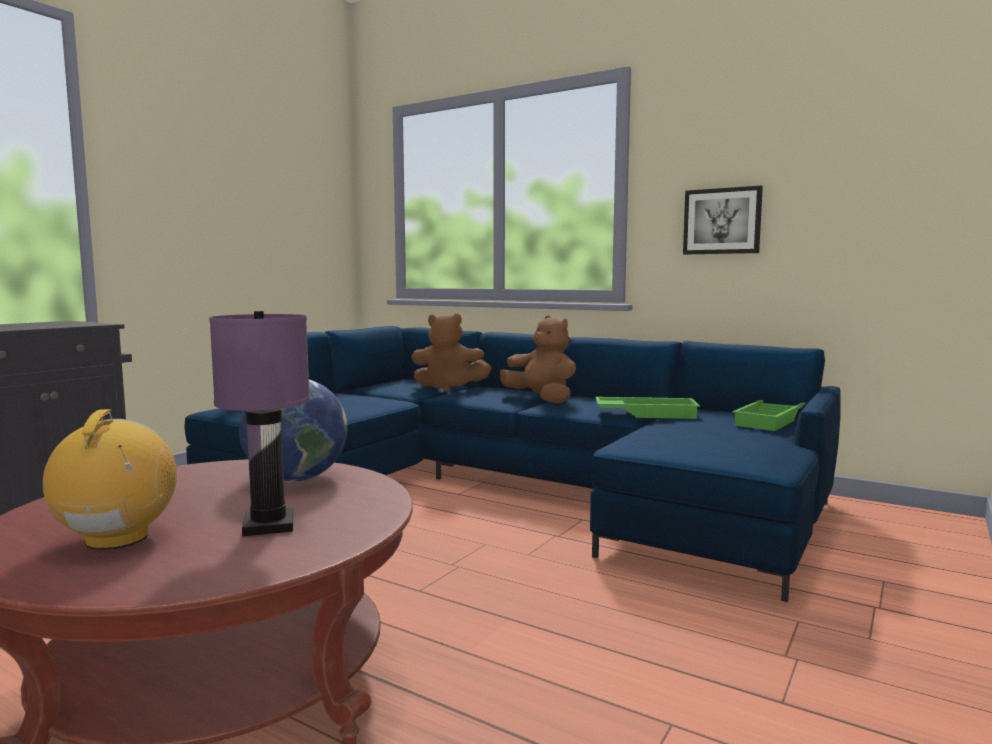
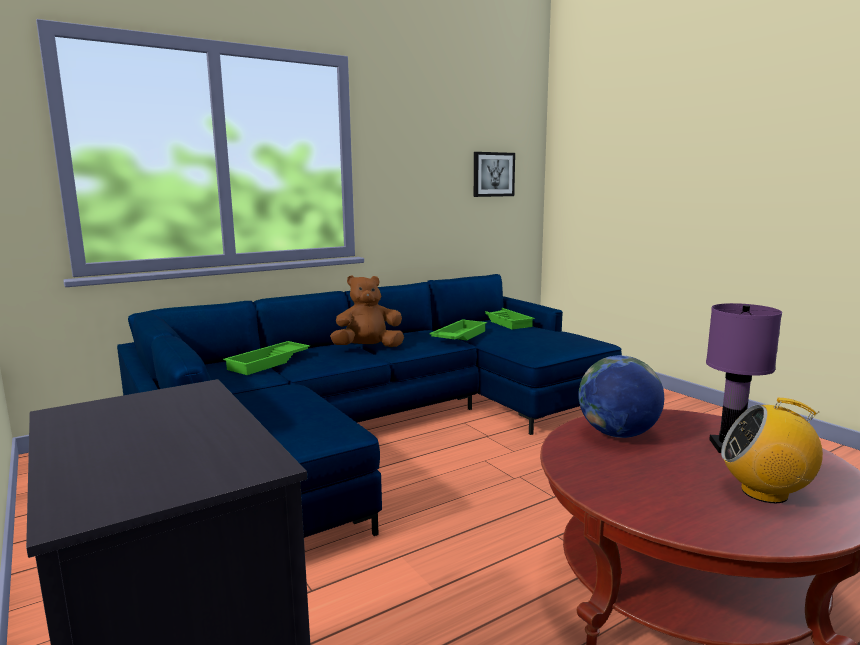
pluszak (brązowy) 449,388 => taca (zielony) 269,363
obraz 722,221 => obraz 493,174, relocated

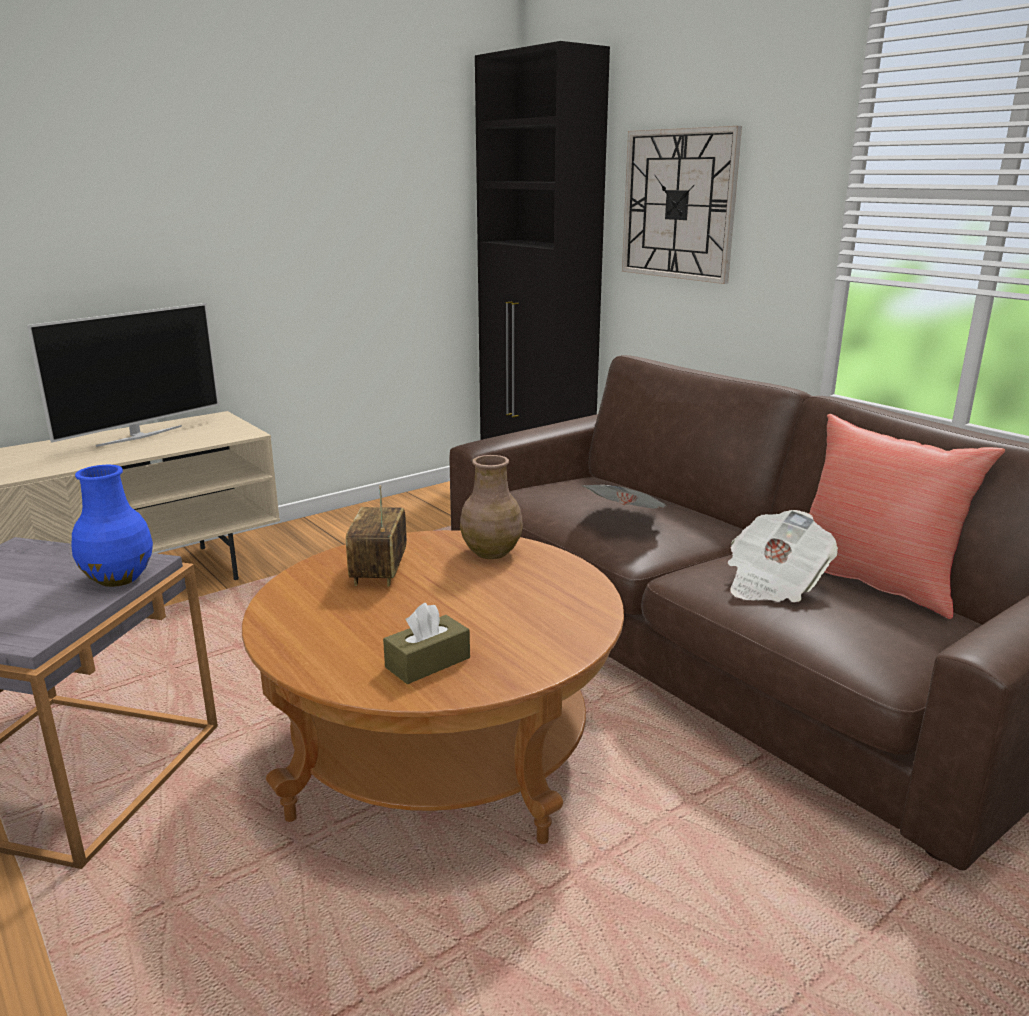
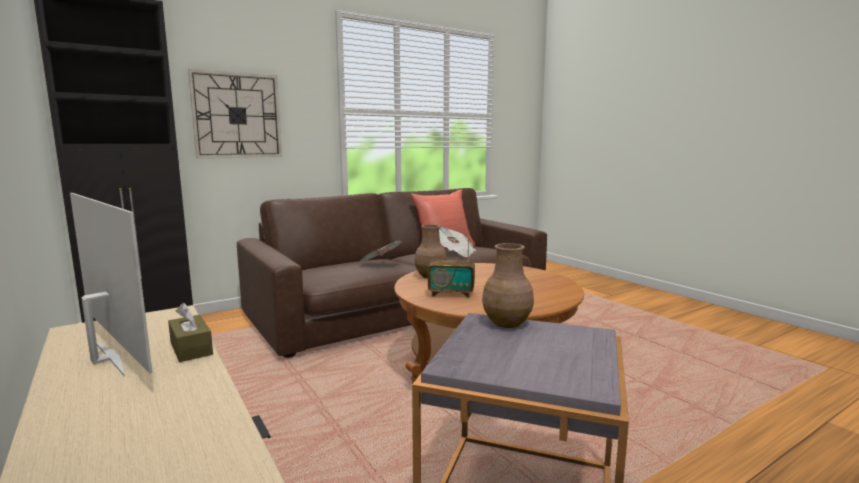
wazon (niebieski) 117,578 => wazon (brązowy) 507,323
pudełko chusteczek (brązowy) 428,662 => pudełko chusteczek (brązowy) 191,348, relocated

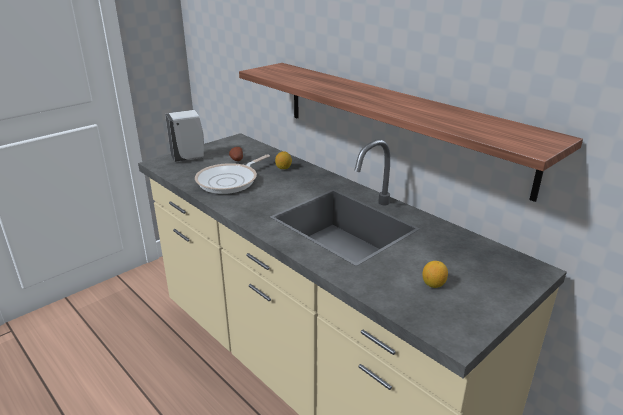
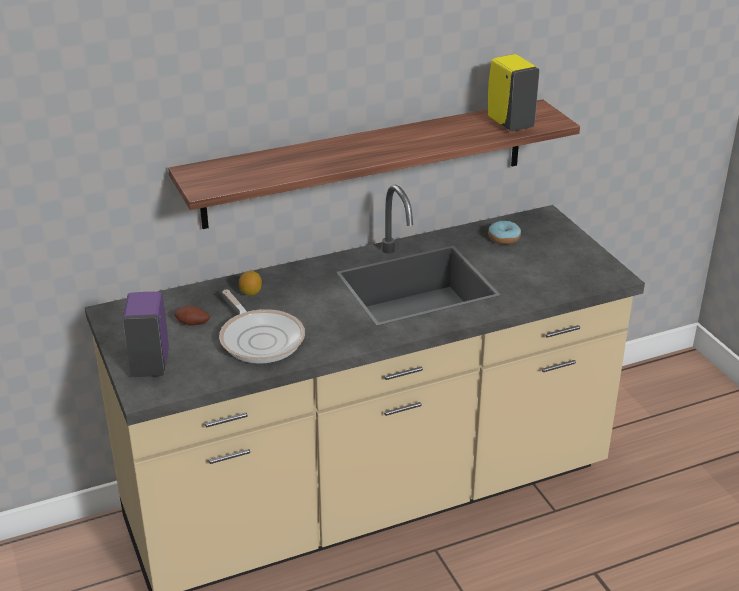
dozownik mydła (biały) 189,158 => dozownik mydła (fioletowy) 150,363
cytryna 433,284 => nothing
nothing => dozownik mydła (żółty) 509,123
nothing => donut 504,238

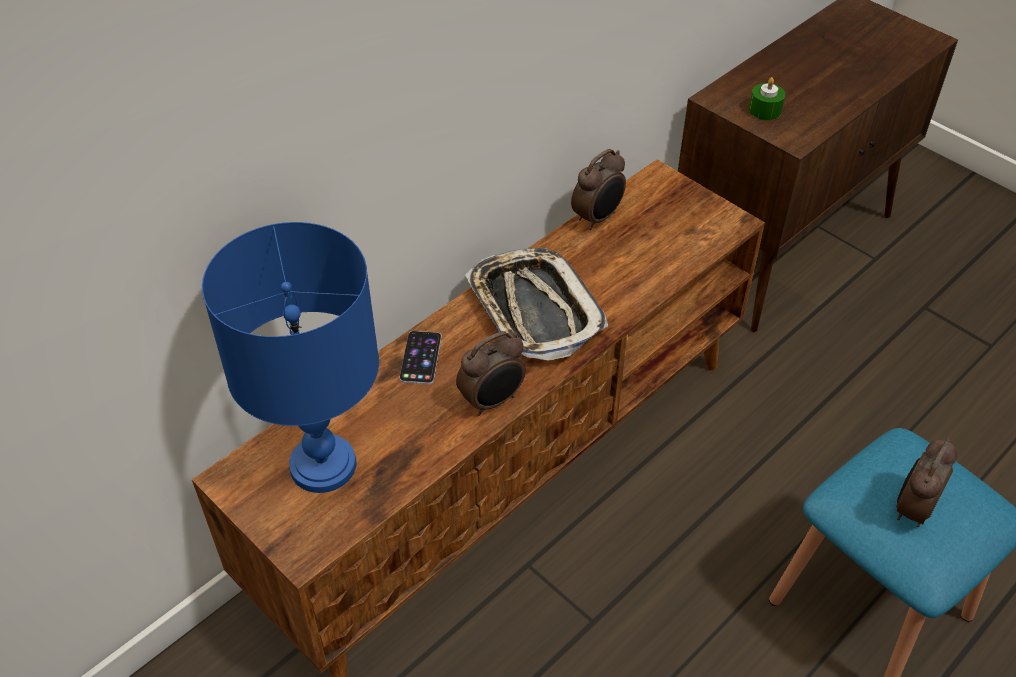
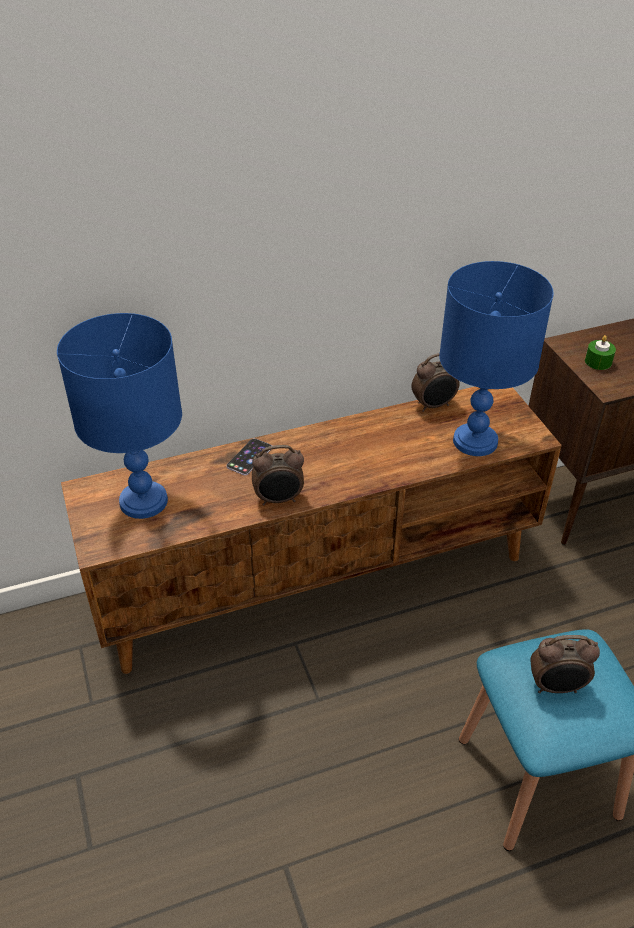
taca 534,309 => nothing
budzik 912,508 => budzik 556,687, 150 degrees counterclockwise
nothing => lampa stołowa (niebieski) 476,441

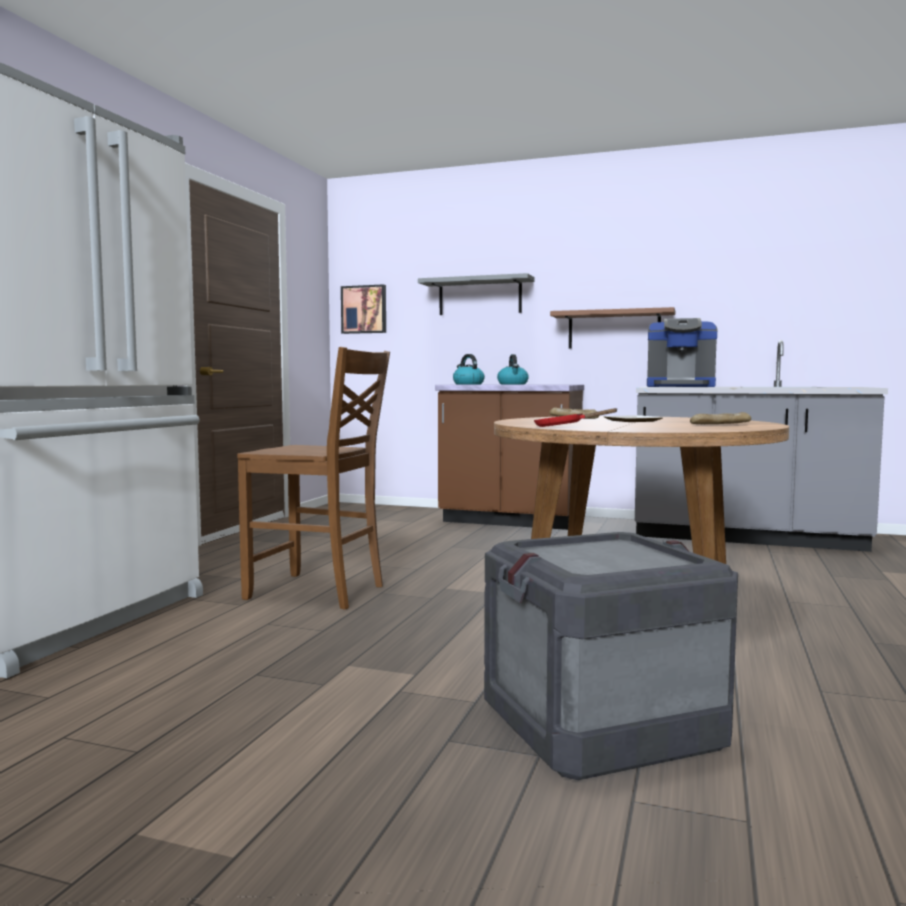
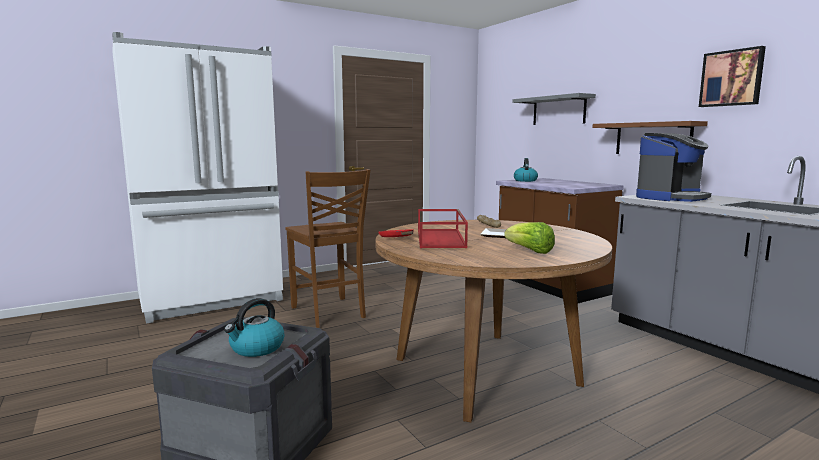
obraz 364,309 => obraz 732,78, relocated
czajnik 513,384 => czajnik 256,348, relocated
ekspres do kawy 680,386 => ekspres do kawy 671,197, 90 degrees counterclockwise
chleb 720,424 => sałata 530,251
nothing => taca (czerwony) 441,239

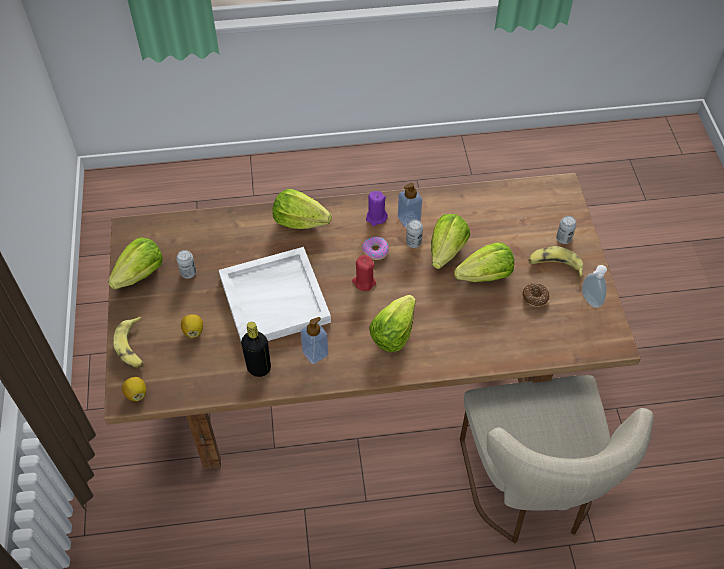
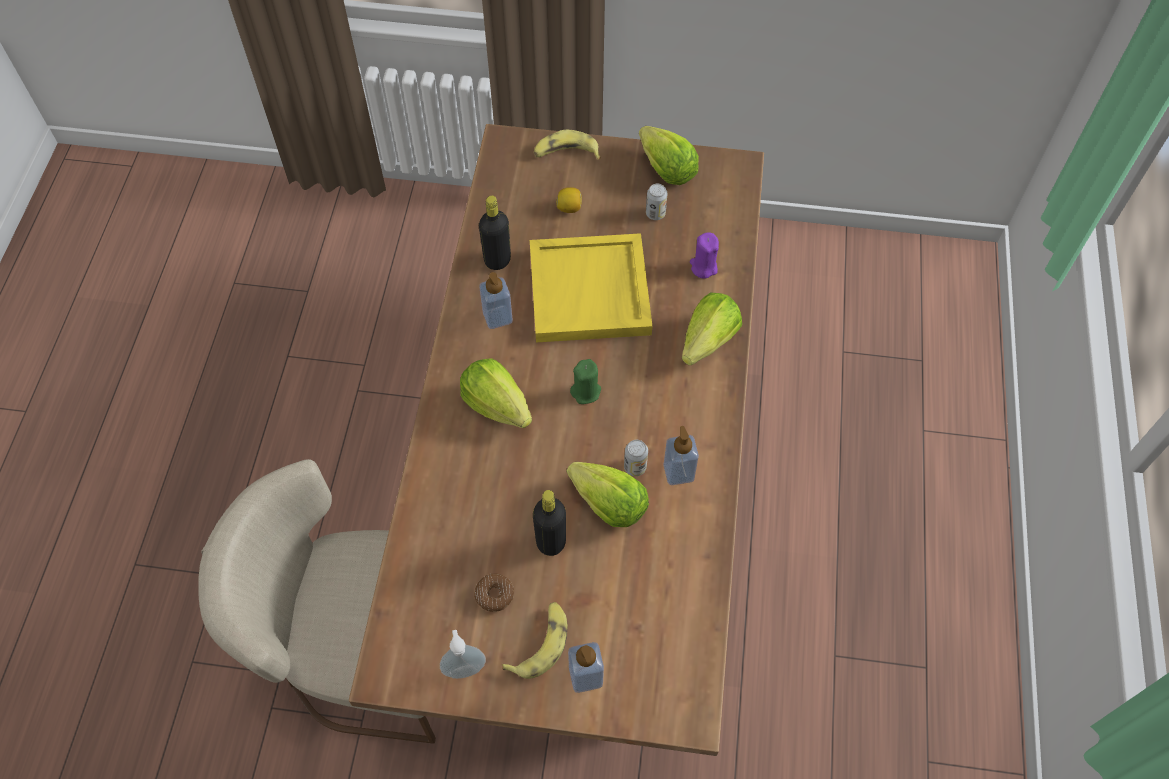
cytryna 136,394 => nothing
taca (biały) 275,298 => taca (żółty) 590,292
świeca (czerwony) 364,282 => świeca (zielony) 586,391
donut 375,251 => nothing
świeca (fioletowy) 376,217 => świeca (fioletowy) 703,267, relocated
sałata 485,276 => butelka (czarny) 551,541
puszka 563,239 => dozownik mydła 585,676

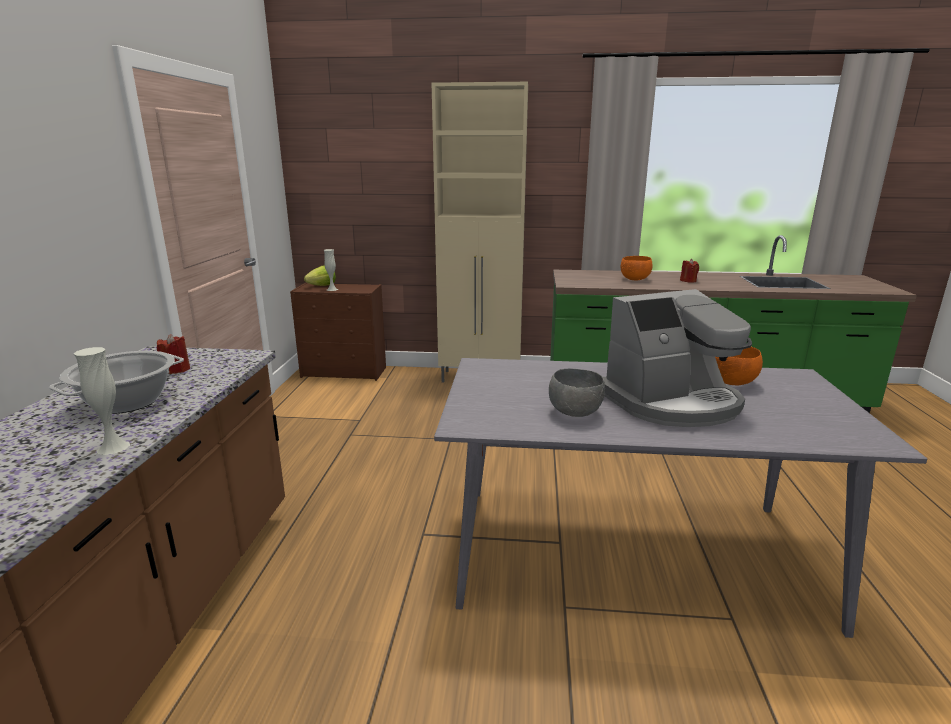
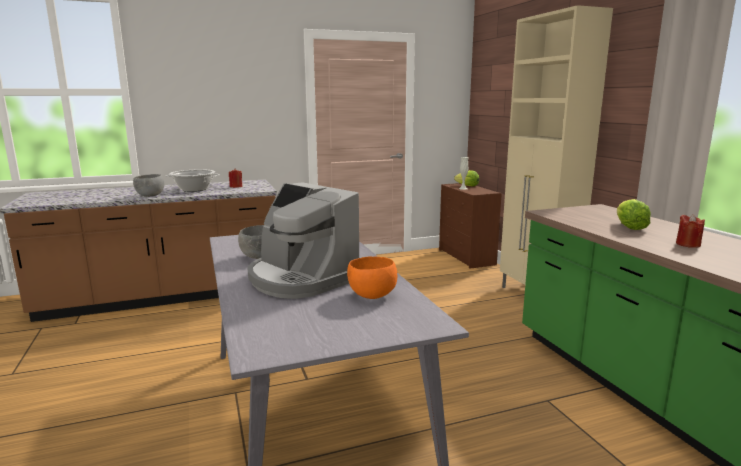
wazon (biały) 113,447 => miska (szary) 150,196
miska (pomarańczowy) 635,279 => sałata 629,227

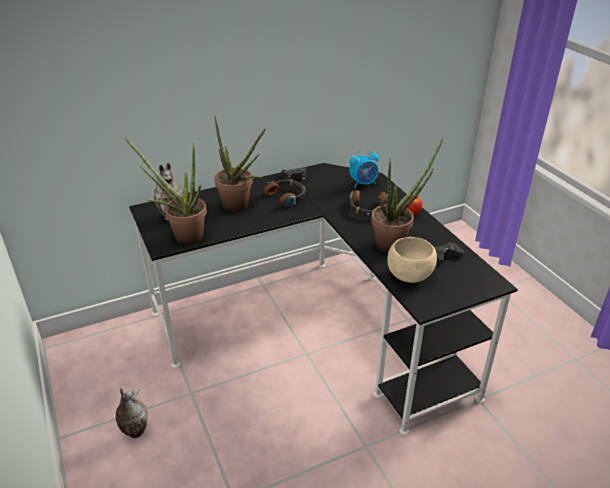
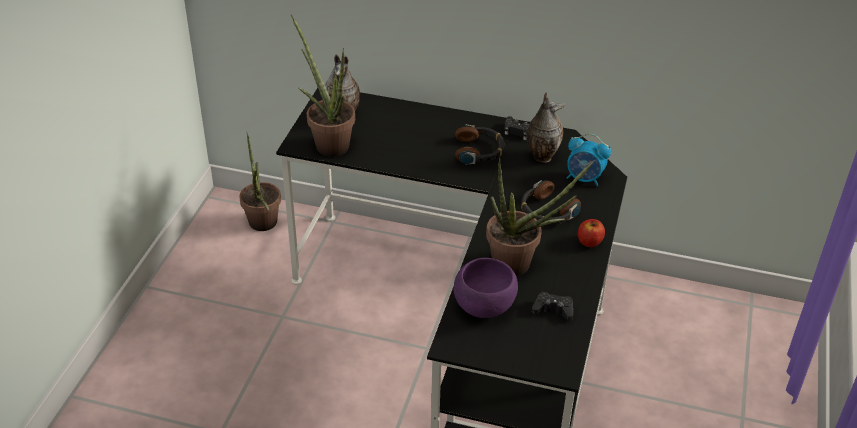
wazon 134,431 => wazon 541,156, relocated
roślina doniczkowa 240,206 => roślina doniczkowa 263,226, relocated
miska (beżowy) 410,275 => miska (fioletowy) 484,307

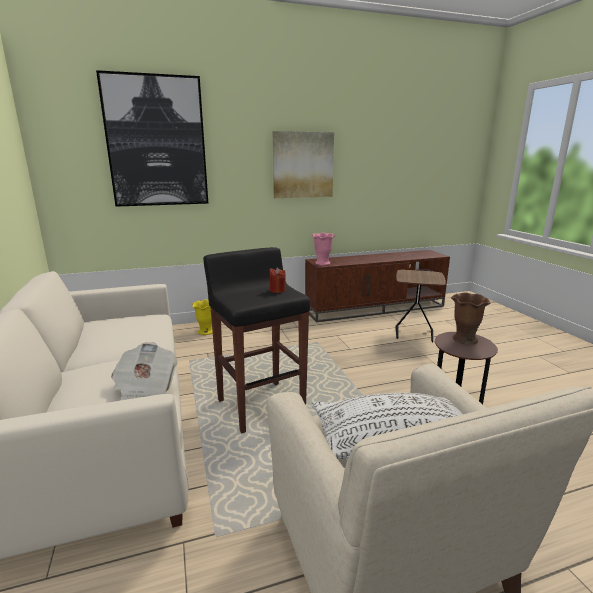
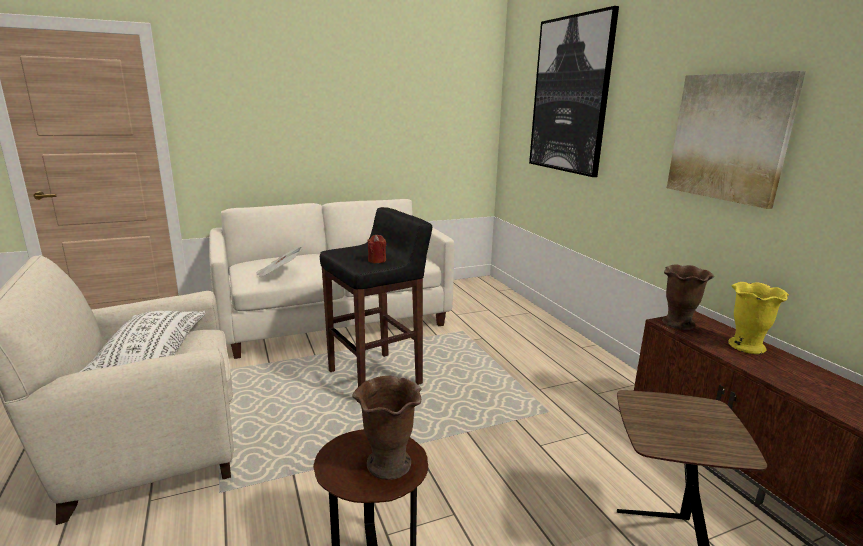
wazon (żółty) 206,331 => wazon (żółty) 746,346, relocated
wazon (różowy) 322,263 => wazon (brązowy) 677,323

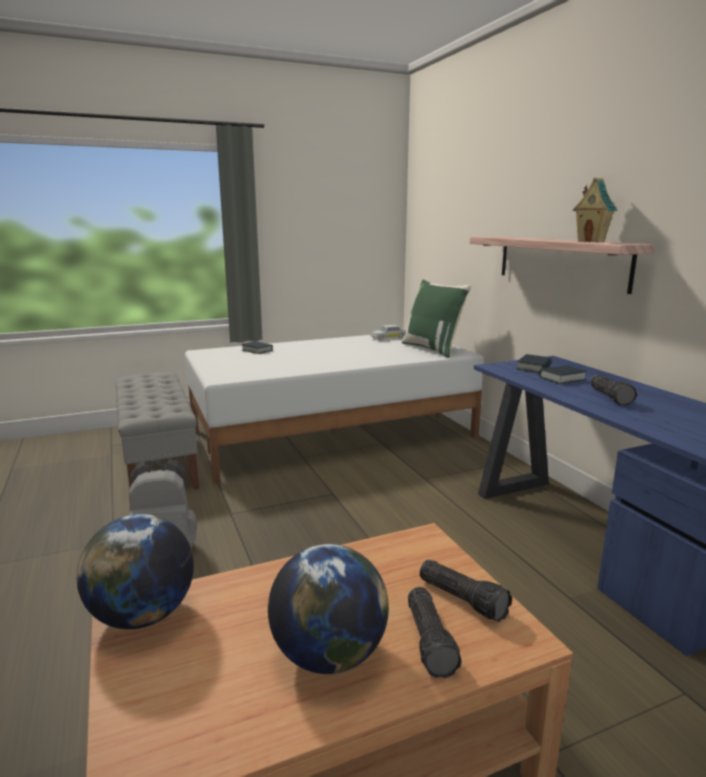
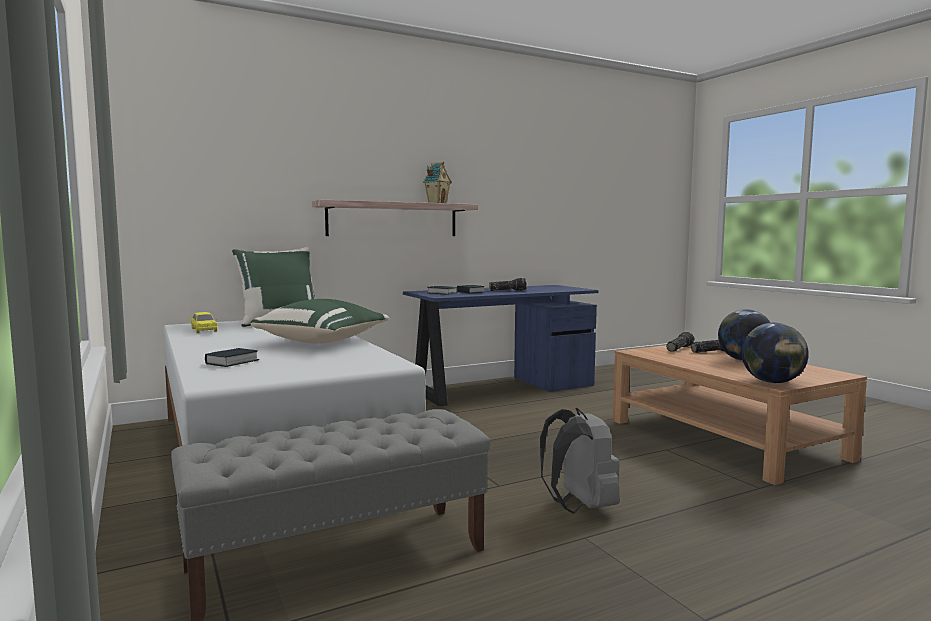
samochodzik (biały) 388,338 => samochodzik (żółty) 204,330
nothing => poduszka (zielony) 323,341

